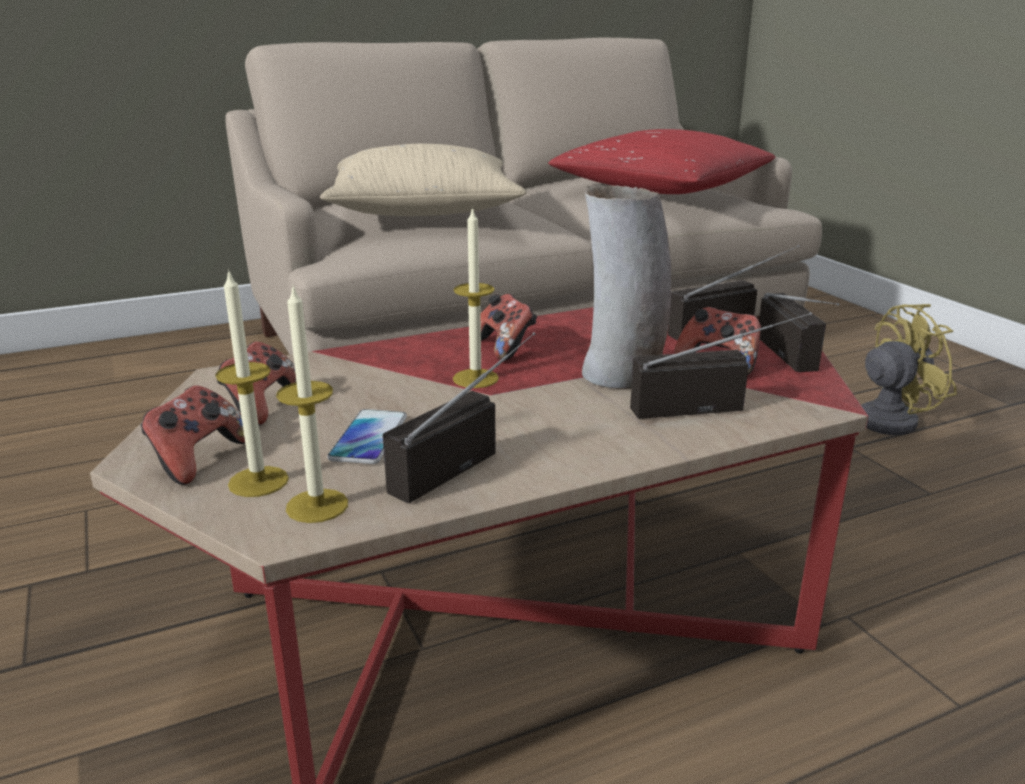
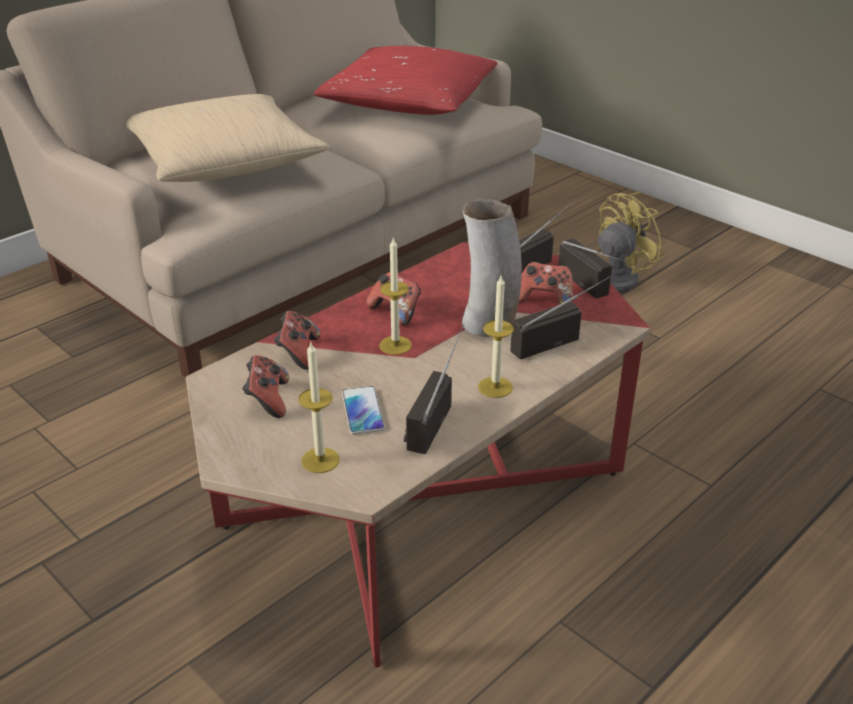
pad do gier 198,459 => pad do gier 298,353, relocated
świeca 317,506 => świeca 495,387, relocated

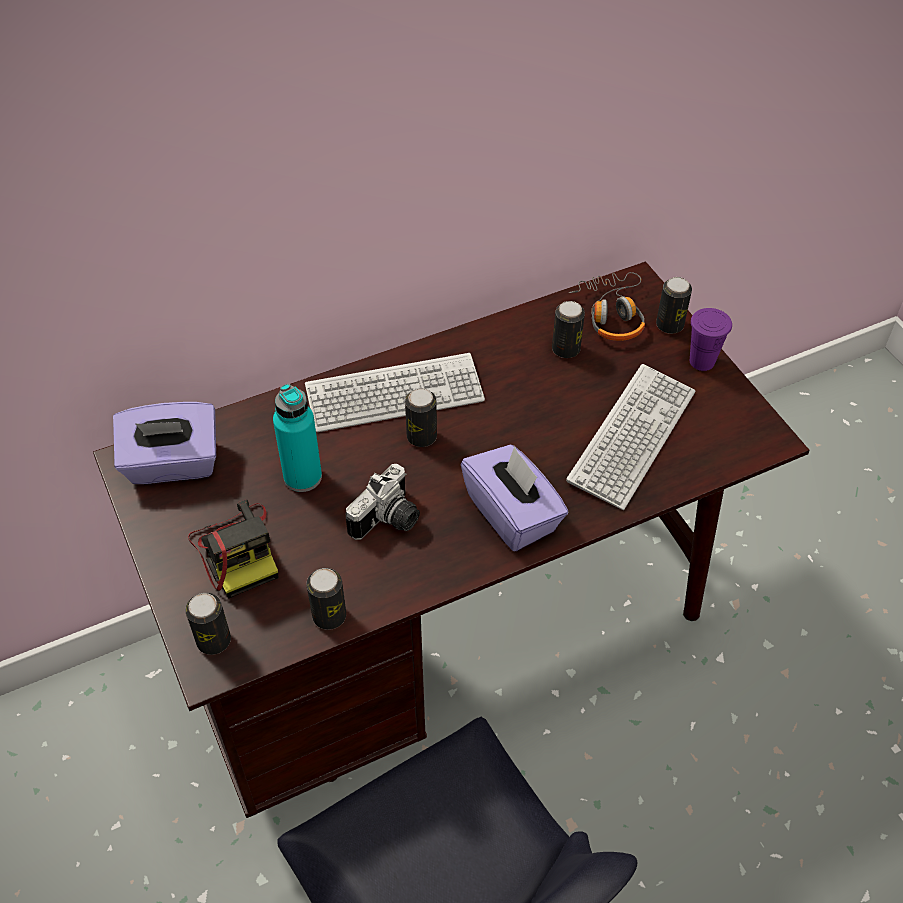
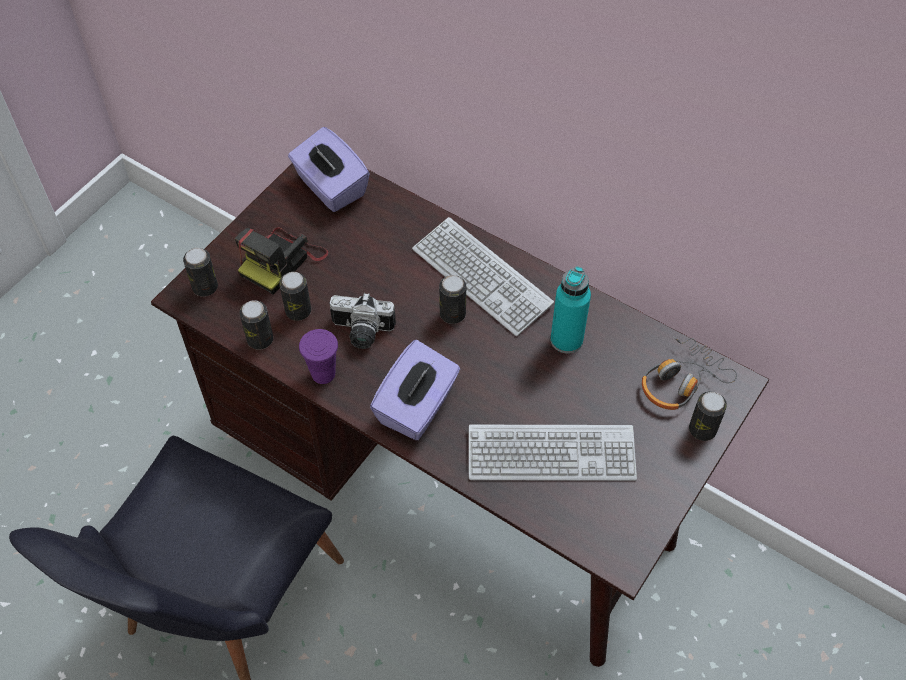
butelka (turkusowy) 302,477 => butelka (turkusowy) 566,340, relocated
puszka 566,349 => puszka 298,311, relocated
filiżanka (fioletowy) 702,361 => filiżanka (fioletowy) 323,374, relocated

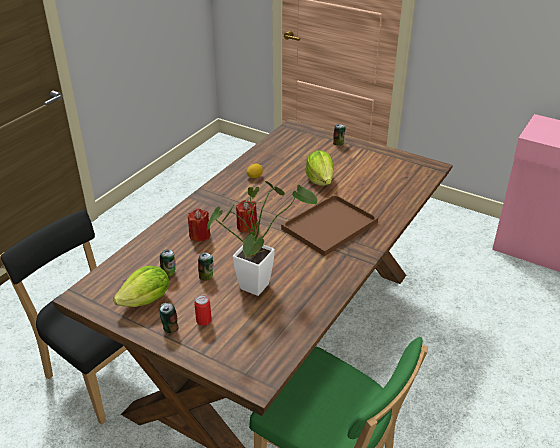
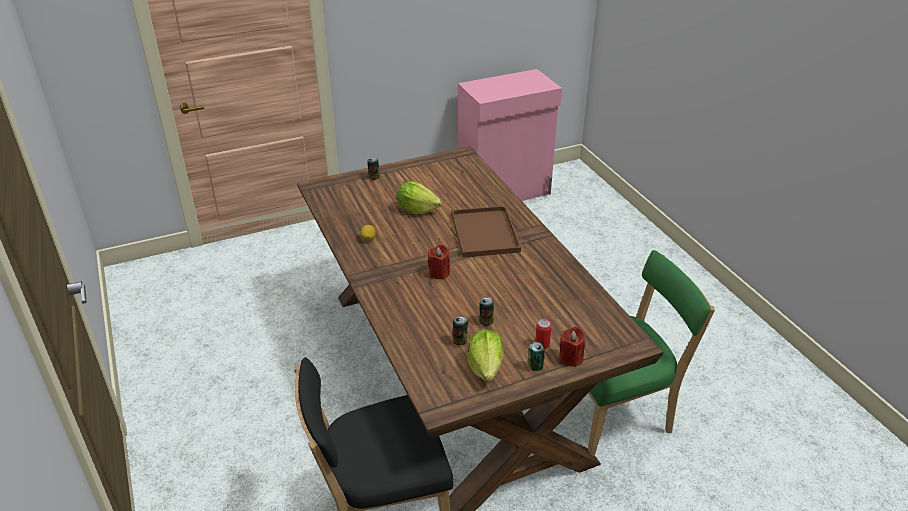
świeca (czerwony) 199,235 => świeca (czerwony) 571,358, relocated
roślina doniczkowa 258,283 => nothing

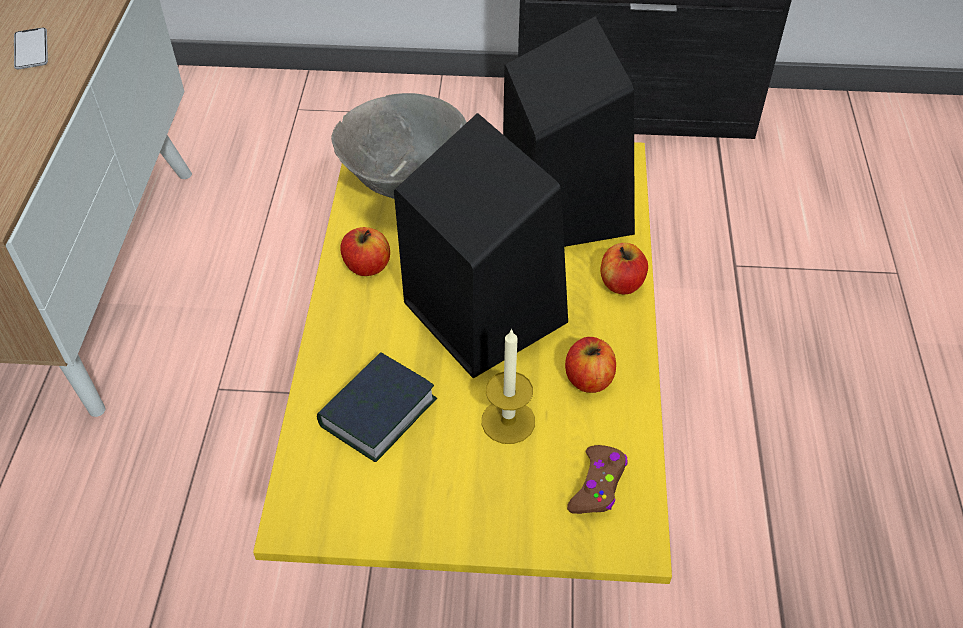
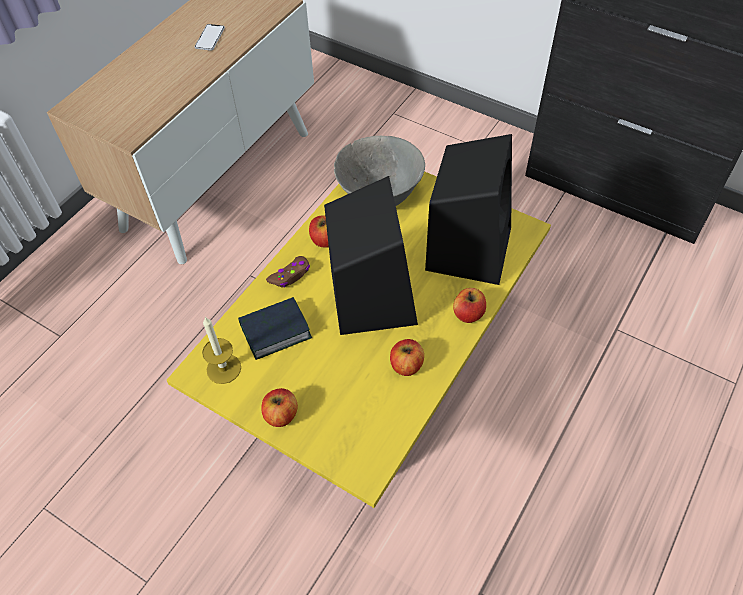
świeca 508,421 => świeca 224,368, relocated
pad do gier (brązowy) 598,485 => pad do gier (brązowy) 290,275, relocated
nothing => jabłko 281,415

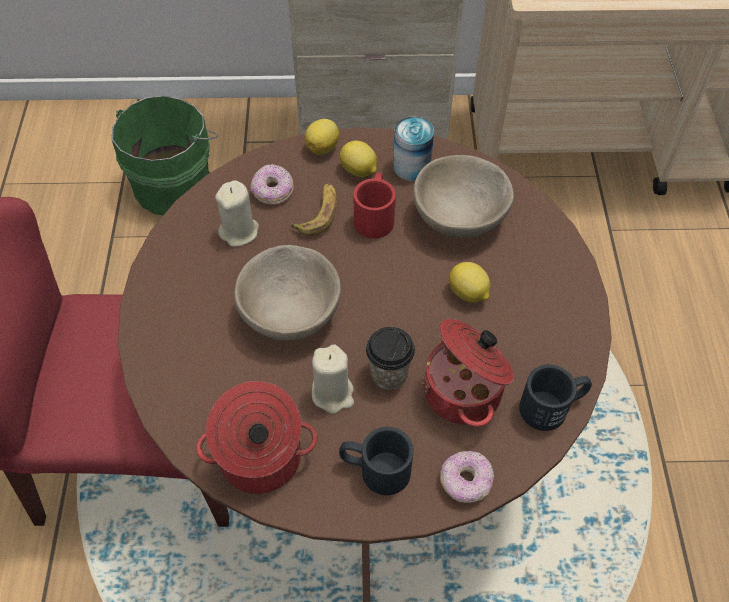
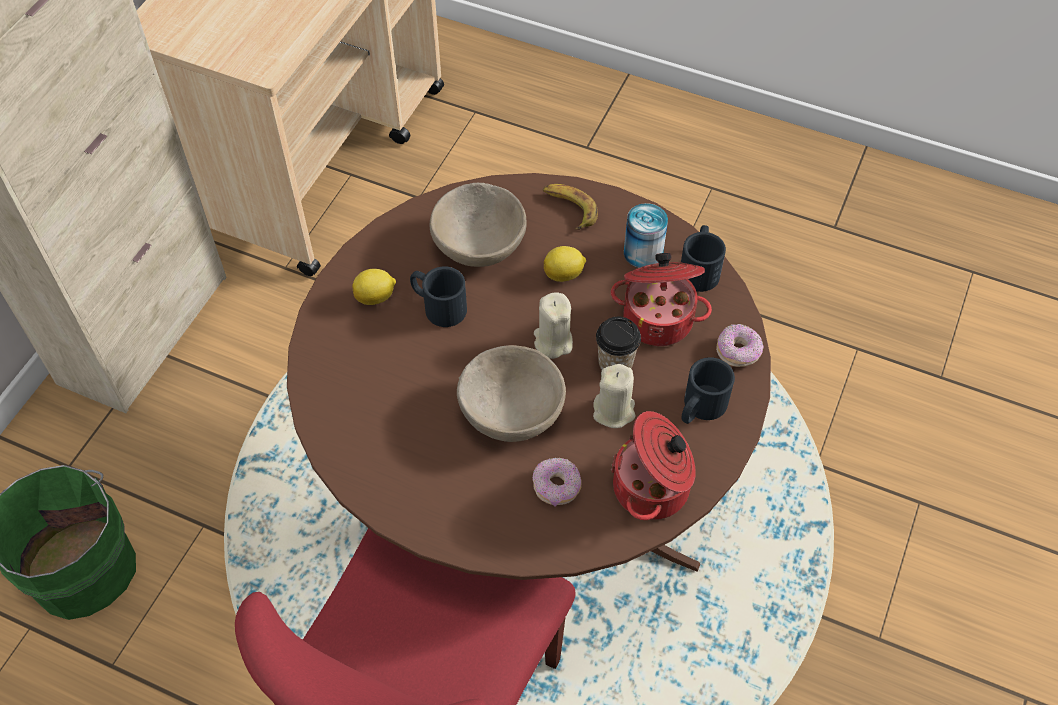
świeca (beżowy) 239,231 => świeca (beżowy) 553,342, relocated
donut 272,191 => donut 556,487, relocated
banan 318,213 => banan 569,208, relocated
cytryna 323,147 => nothing
kubek (czerwony) 375,215 => kubek (czarny) 438,306
puszka 411,167 => puszka 643,253, relocated

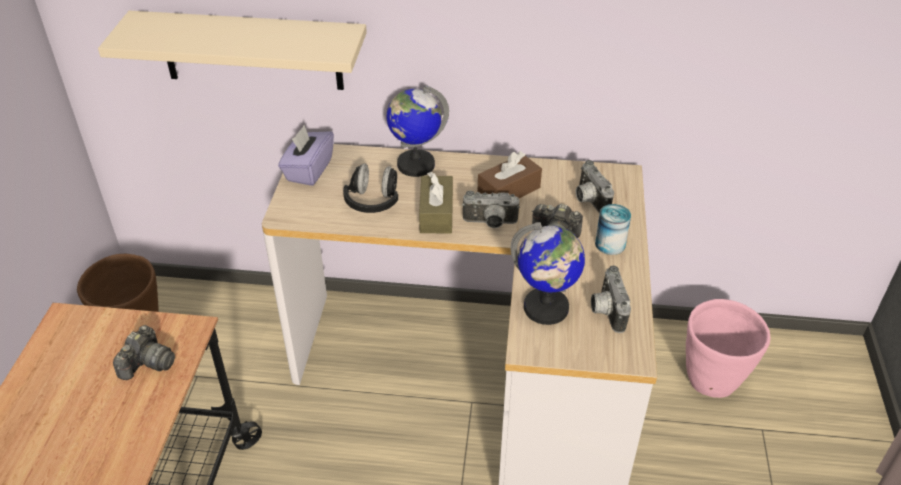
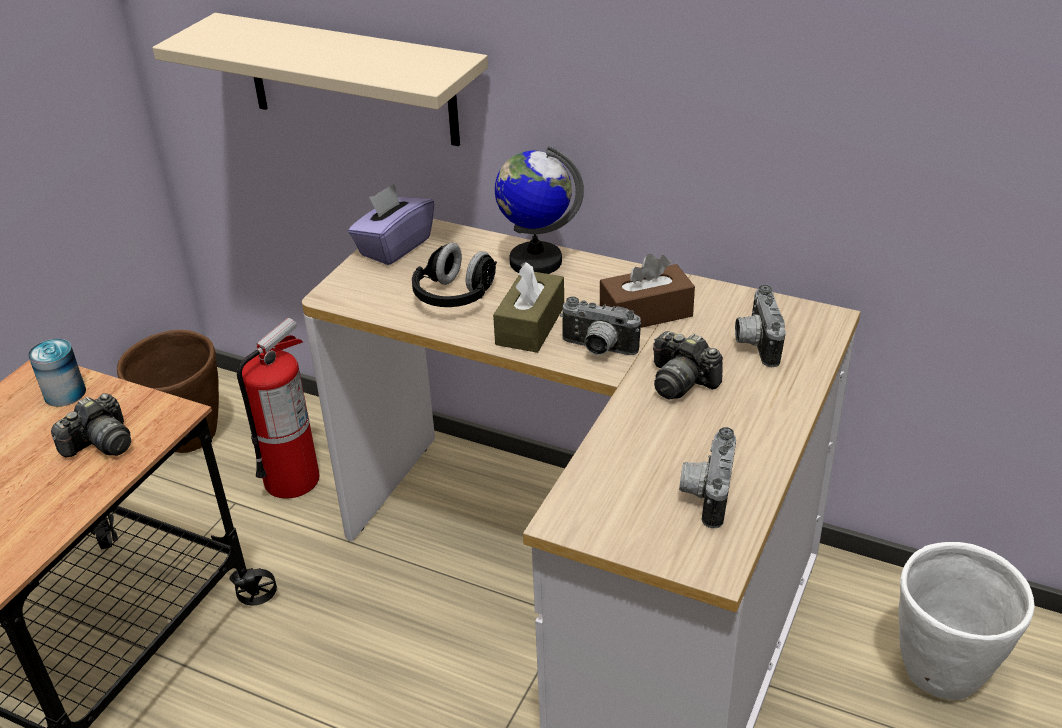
globus 546,308 => nothing
puszka 610,244 => puszka 65,393, relocated
donica (różowy) 712,382 => donica (biały) 943,674
nothing => gaśnica 292,479

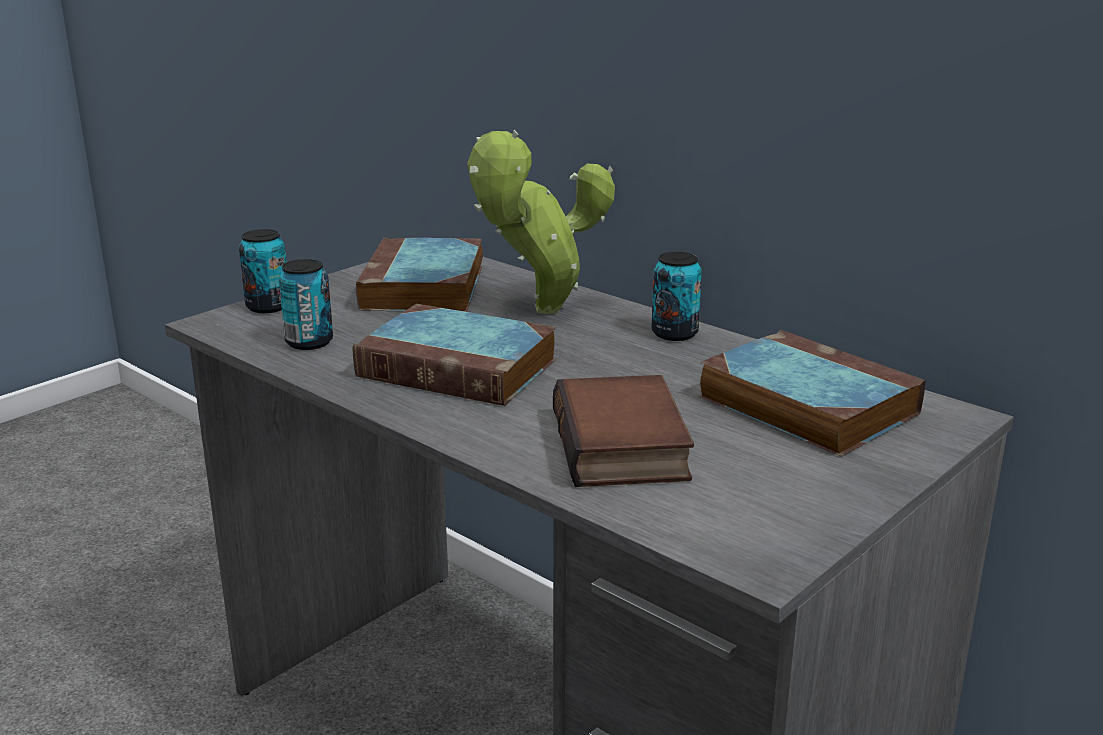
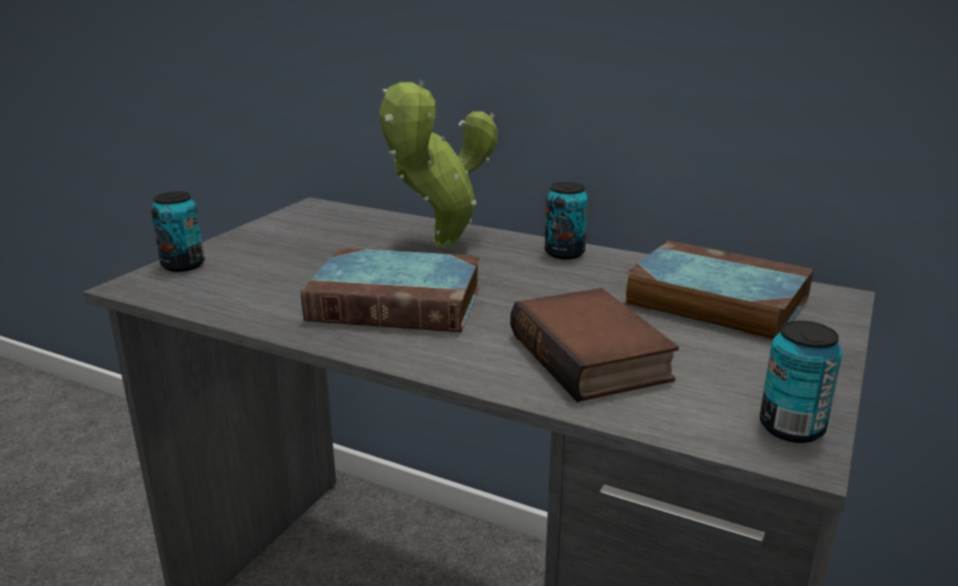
puszka 309,342 => puszka 791,428, relocated
książka 424,288 => nothing

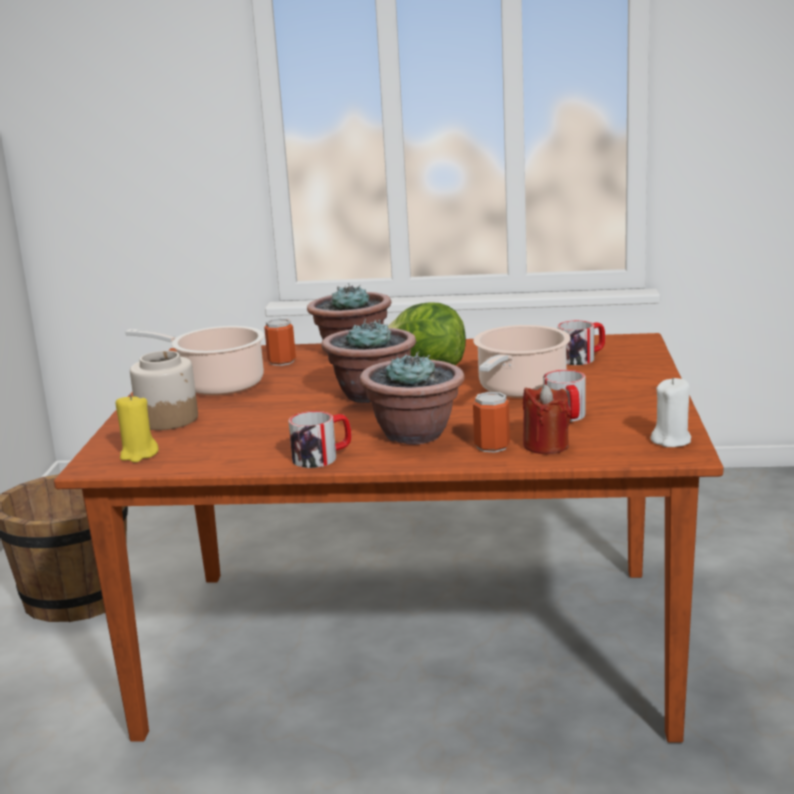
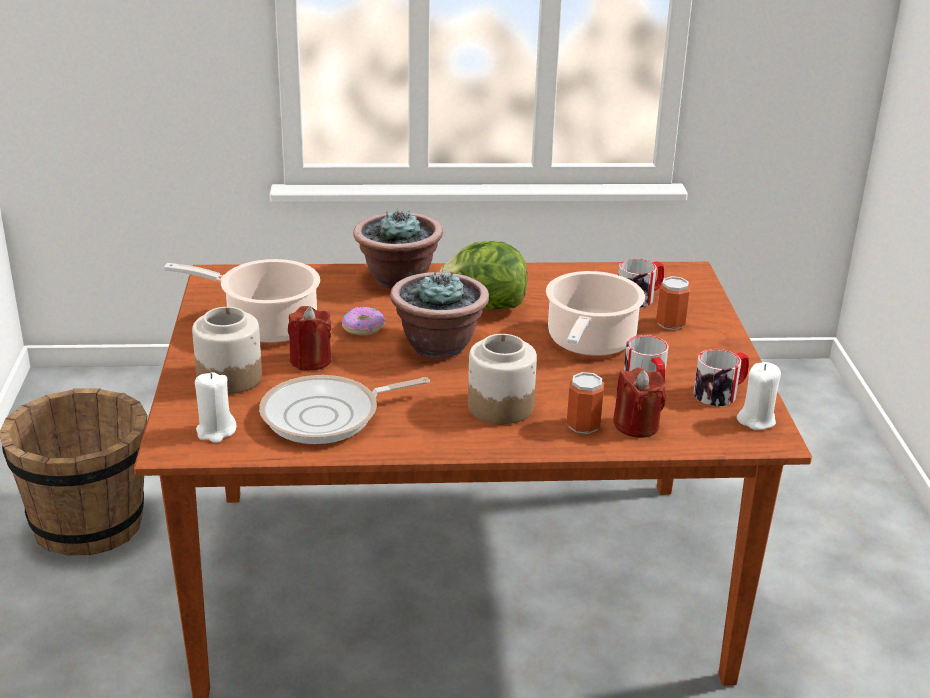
świeca (żółty) 138,454 => świeca (biały) 216,431
puszka 282,361 => puszka 670,323, relocated
kubek 322,457 => kubek 721,392, relocated
roślina doniczkowa 415,434 => słoik 500,406
nothing => patelnia 327,416
nothing => świeca (czerwony) 310,360
nothing => donut 363,327

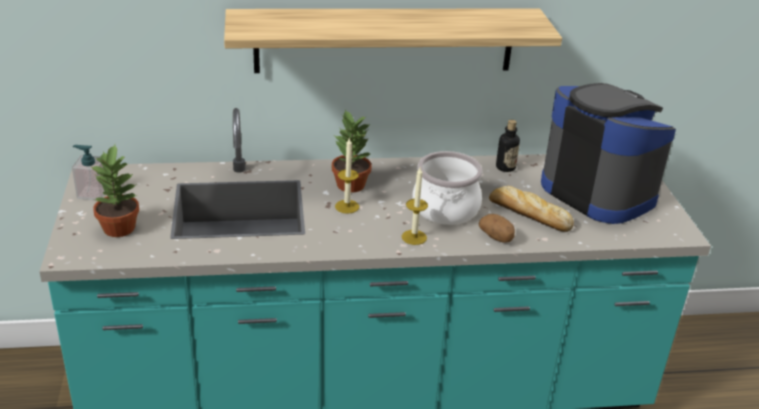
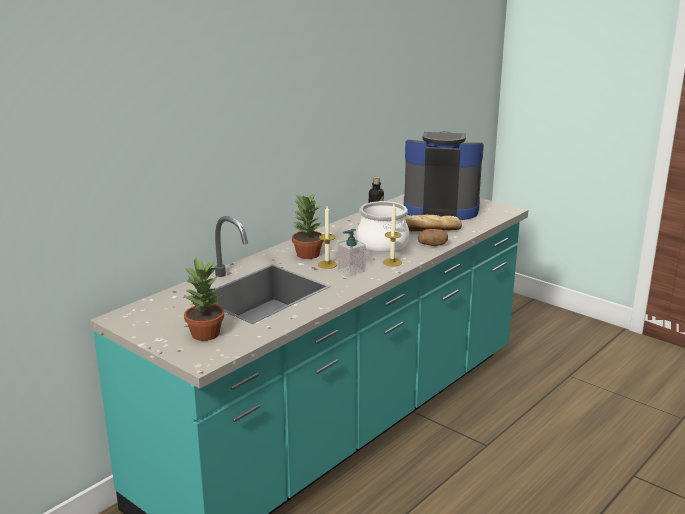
dozownik mydła 92,193 => dozownik mydła 351,270, relocated
półka 385,40 => nothing

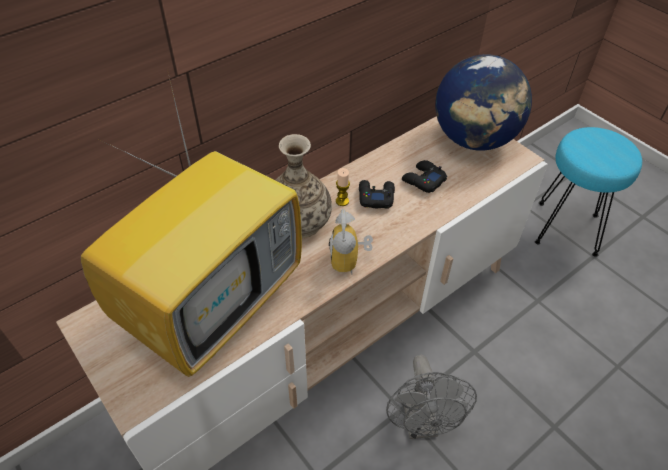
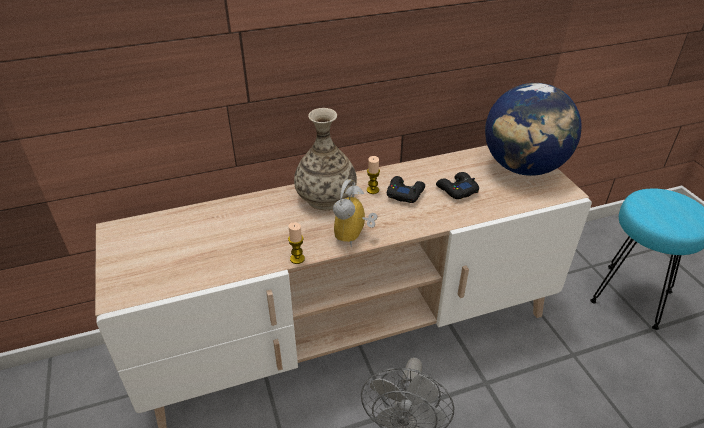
telewizor 214,302 => nothing
nothing => świeca 297,259

